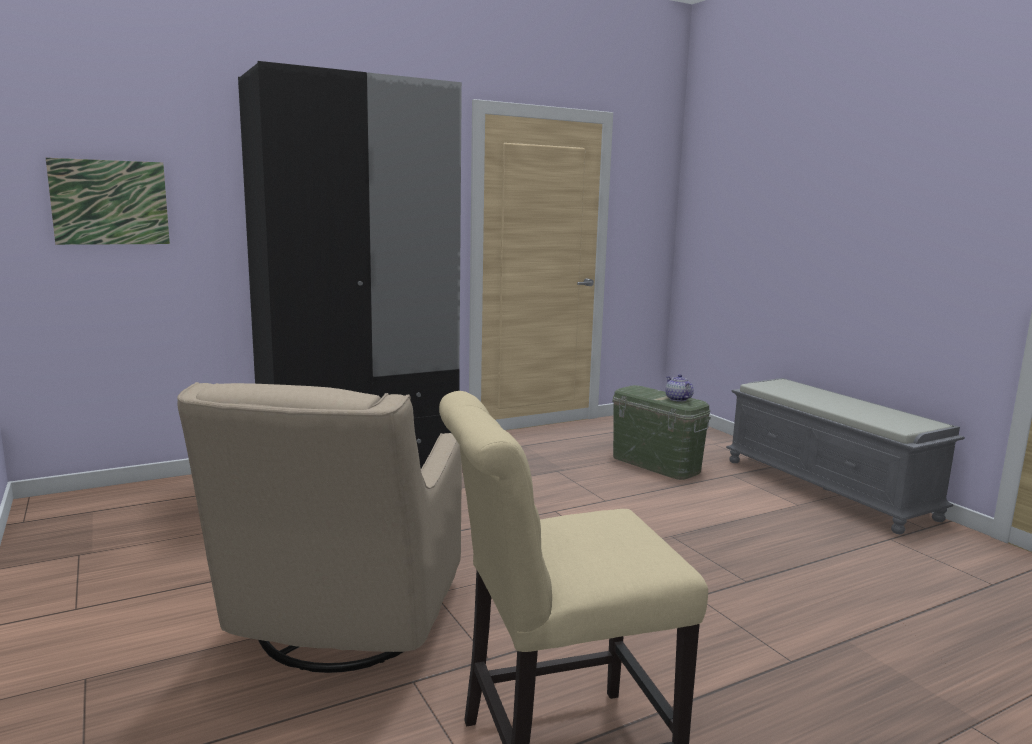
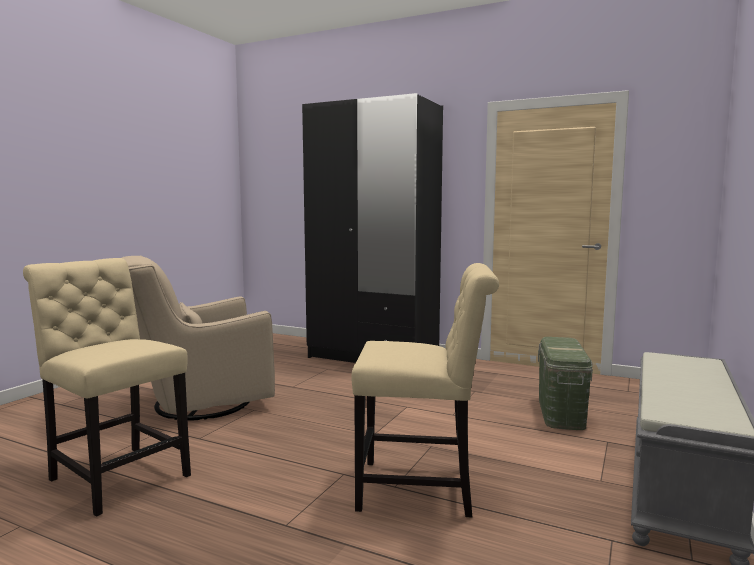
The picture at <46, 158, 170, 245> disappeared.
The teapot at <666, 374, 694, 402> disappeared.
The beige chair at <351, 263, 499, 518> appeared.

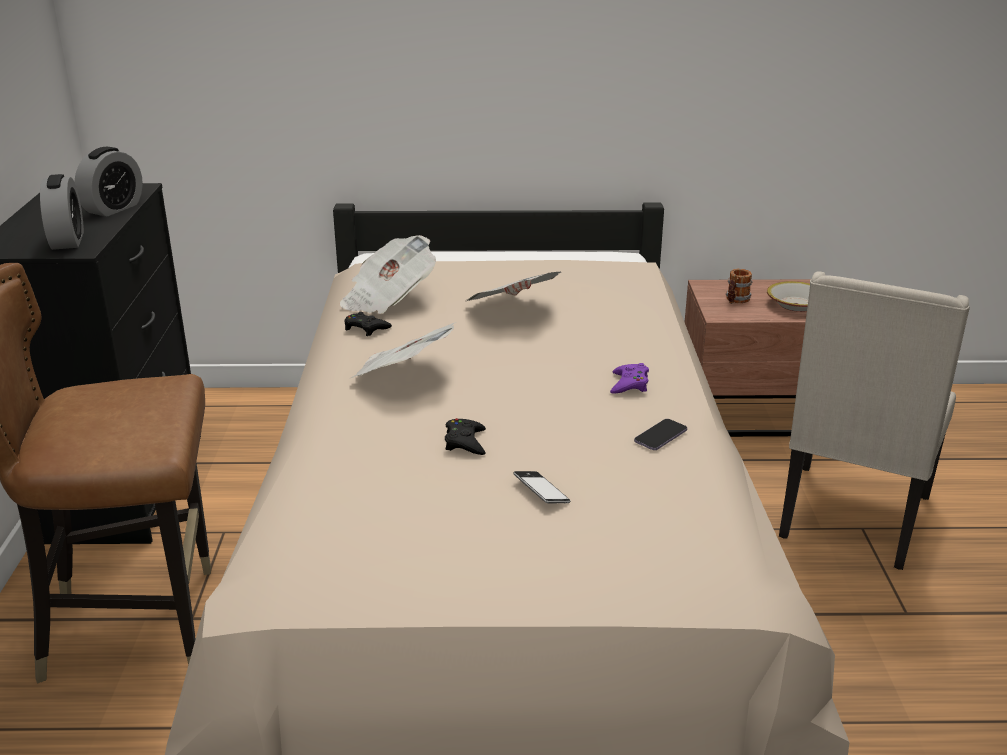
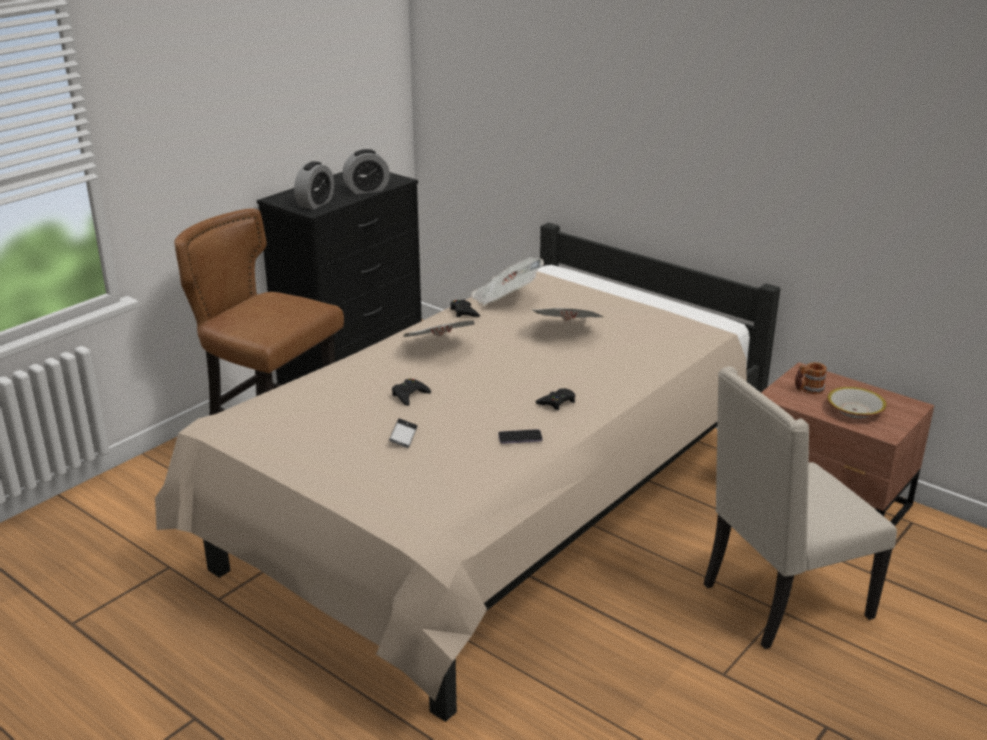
The purple game controller at <610, 363, 649, 394> became the black game controller at <536, 388, 575, 410>.

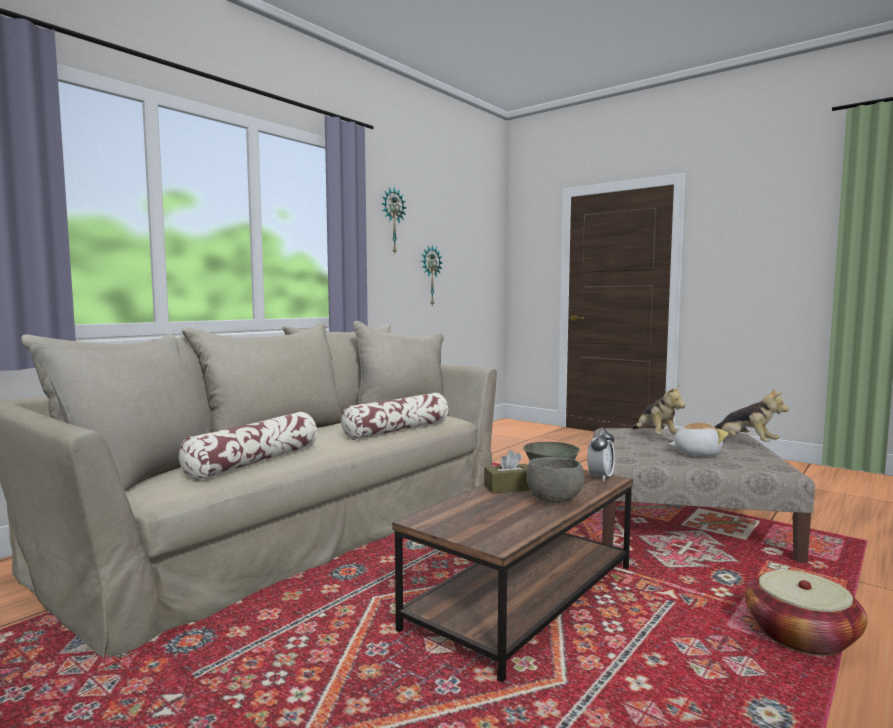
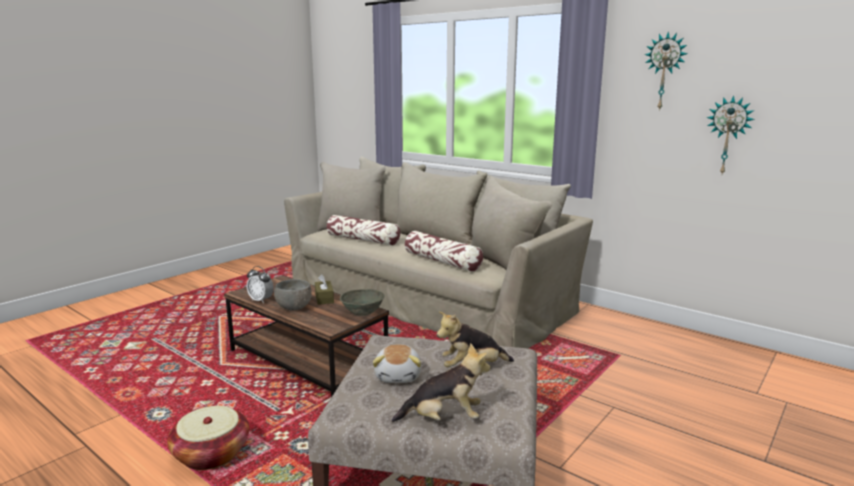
The alarm clock moved from <587, 427, 615, 481> to <247, 266, 274, 303>.
The plush toy at <715, 388, 789, 442> turned 135 degrees counterclockwise.

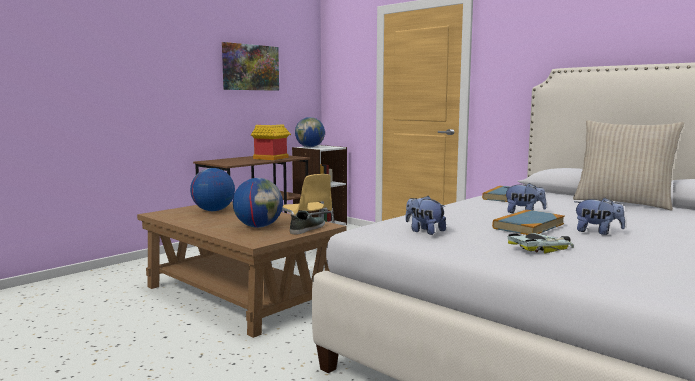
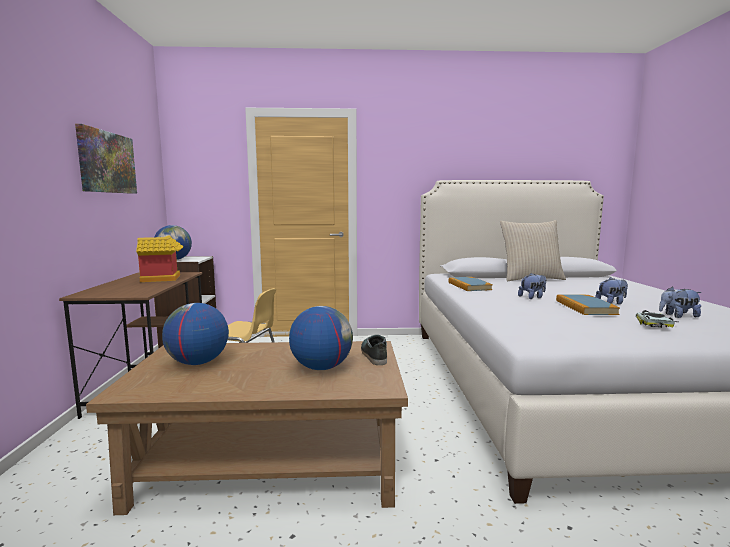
The plush toy moved from <405, 196, 446, 235> to <659, 286, 701, 318>.

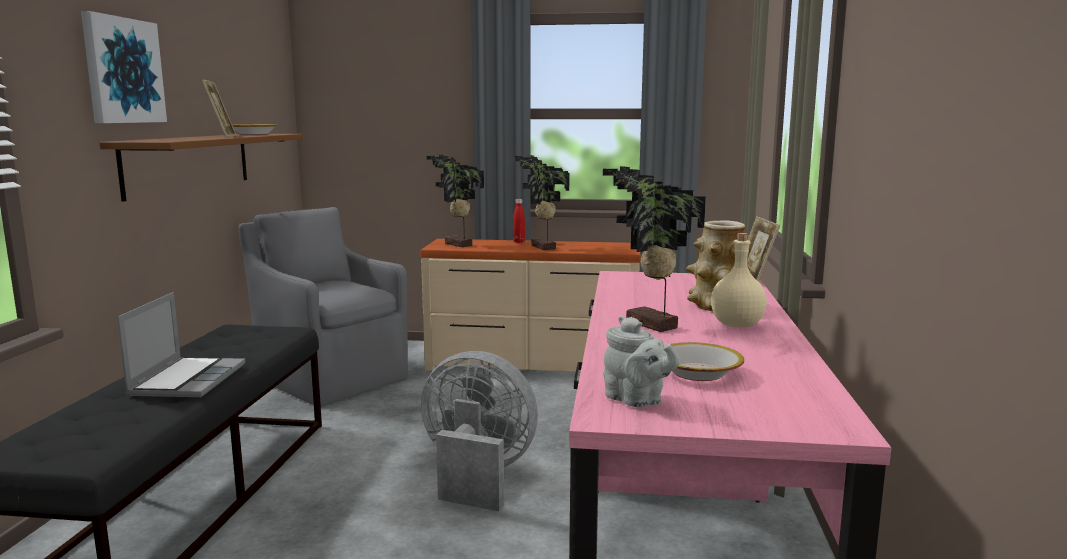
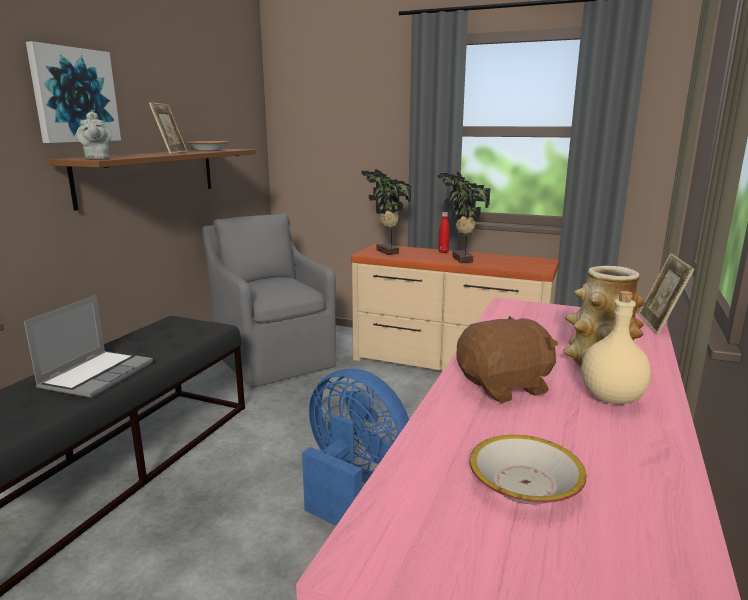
The grey fan at <421, 351, 538, 511> became the blue fan at <302, 368, 409, 526>.
The potted plant at <603, 166, 706, 332> was replaced by the brown plush toy at <456, 316, 558, 403>.
The grey teapot moved from <603, 315, 680, 407> to <76, 112, 112, 159>.

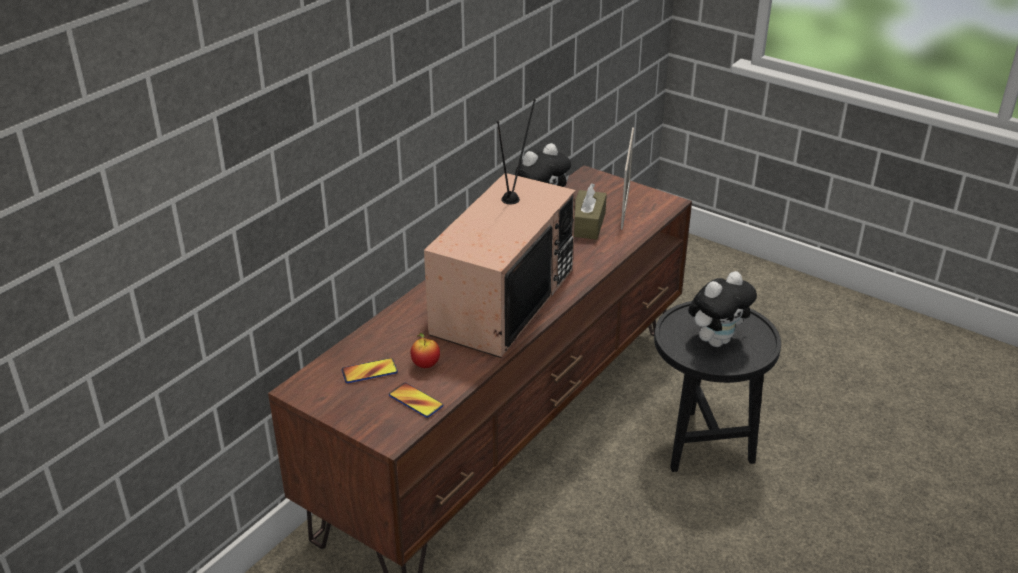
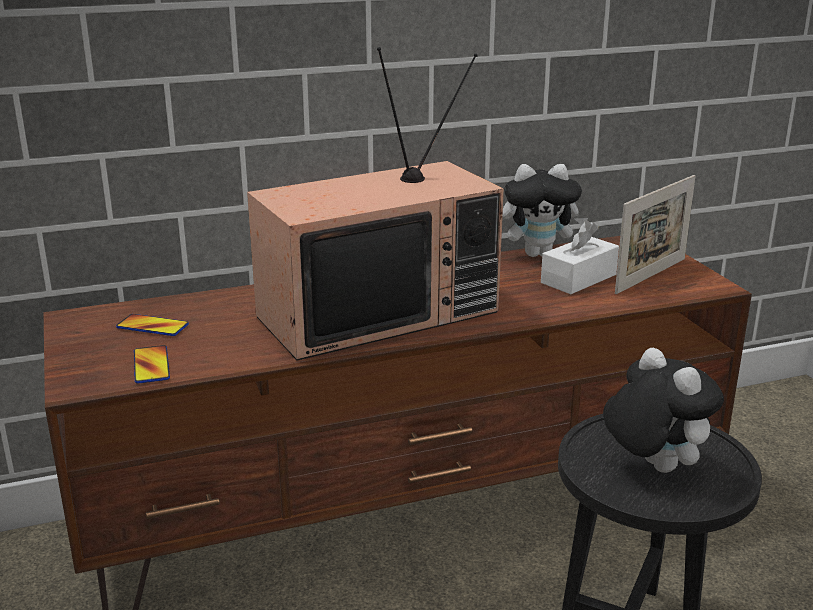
The apple at <410, 333, 440, 368> disappeared.
The brown tissue box at <574, 183, 607, 240> became the white tissue box at <541, 220, 619, 294>.
The plush toy at <688, 271, 757, 347> turned 120 degrees counterclockwise.

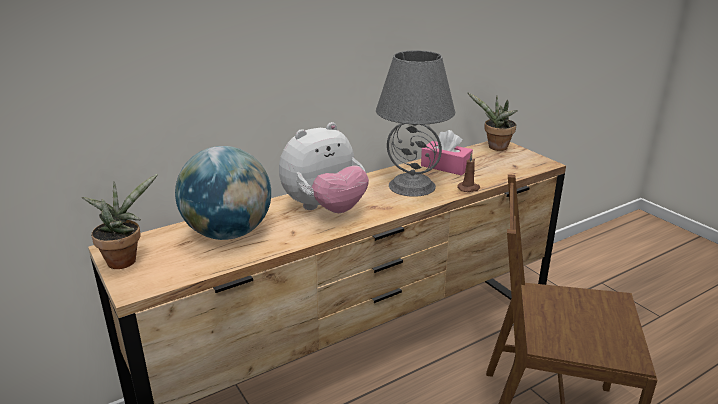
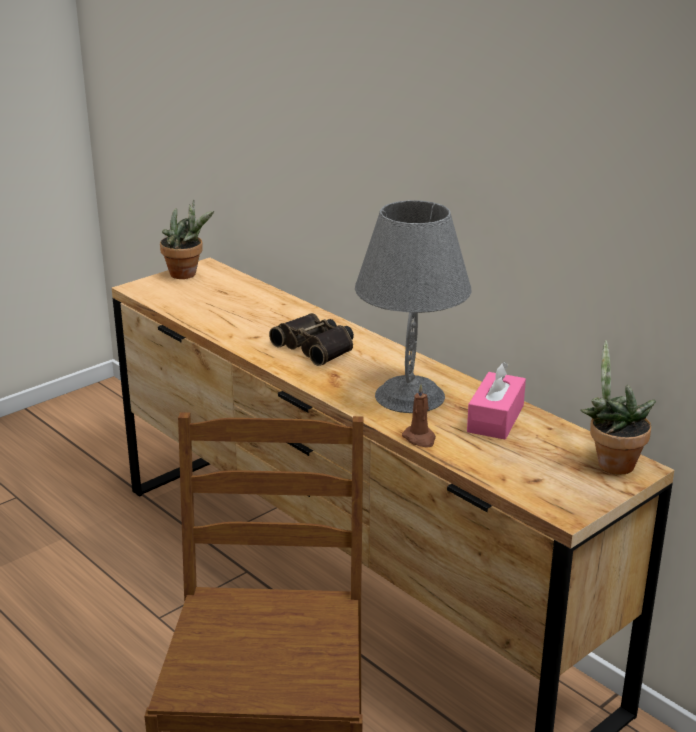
The globe at <175, 146, 271, 240> disappeared.
The plush toy at <279, 122, 369, 213> was replaced by the binoculars at <269, 313, 354, 366>.

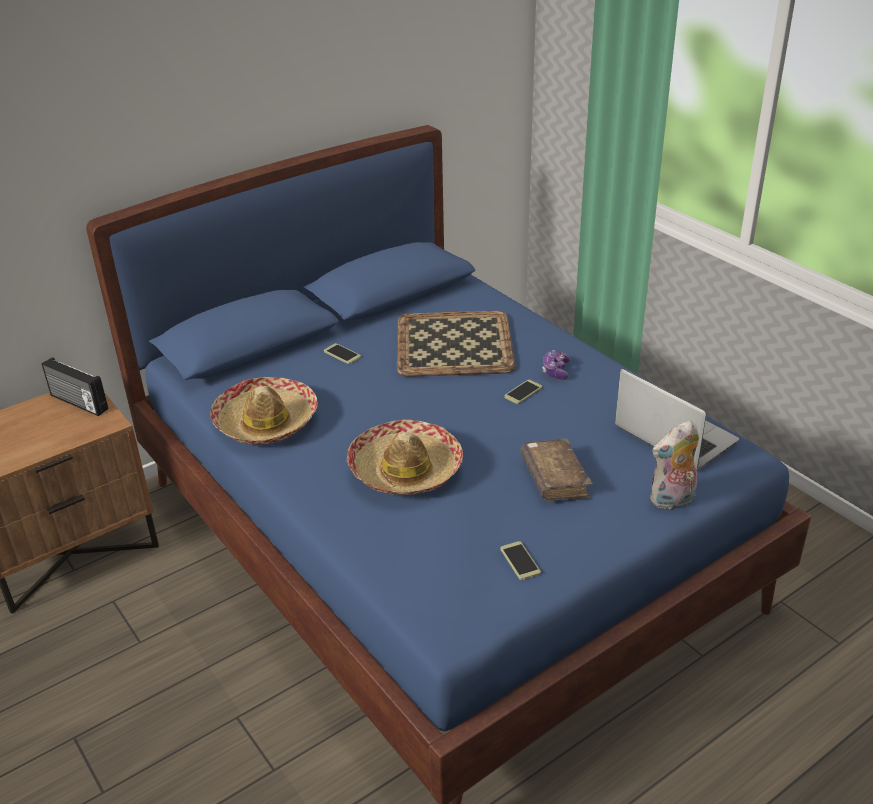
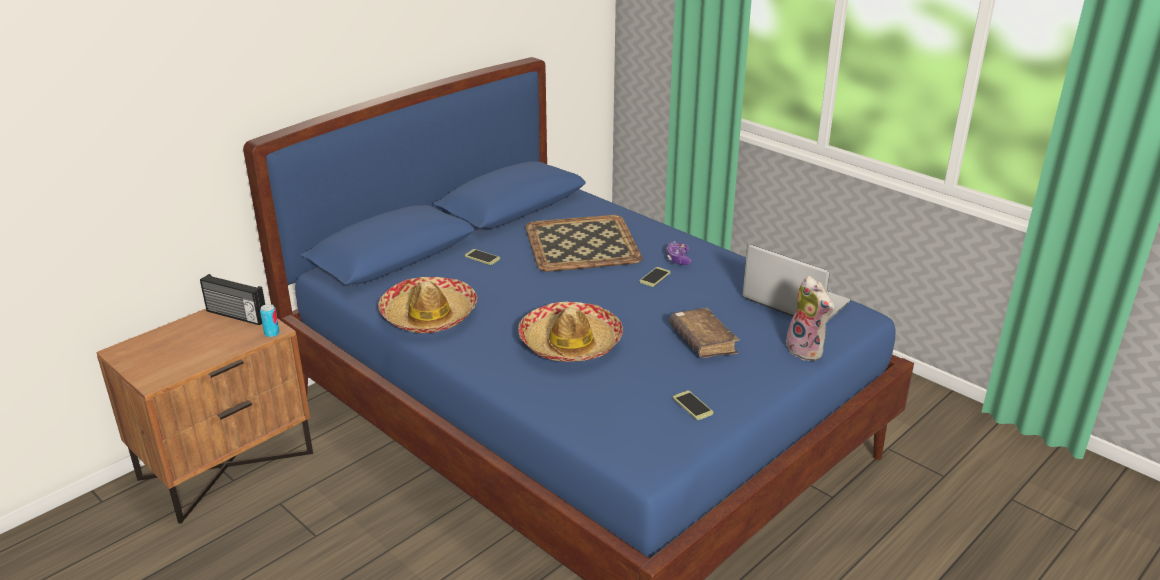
The plush toy at <650, 420, 699, 509> turned 90 degrees counterclockwise.
The can at <260, 304, 280, 337> appeared.

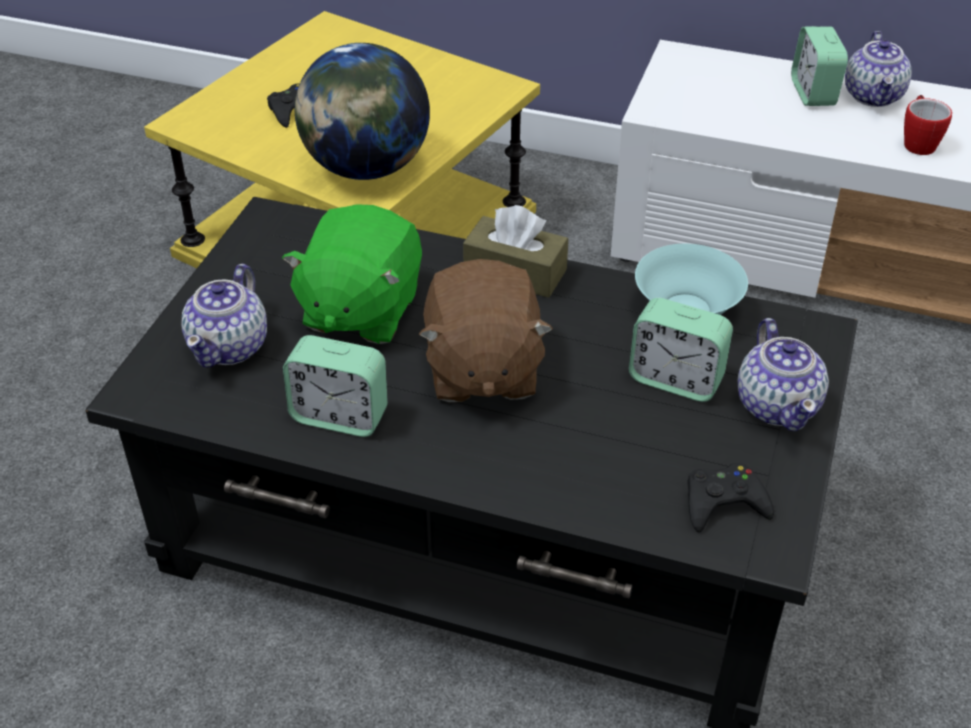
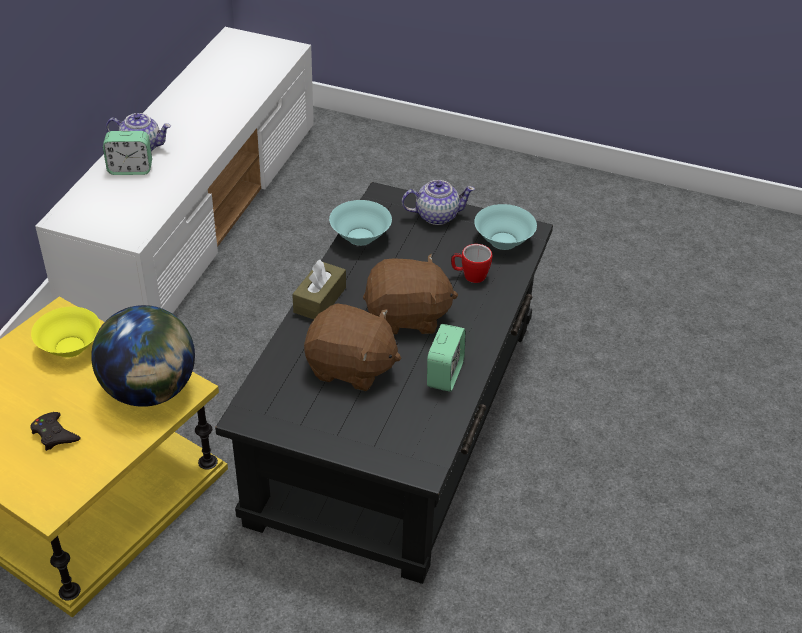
The teapot at <181, 264, 267, 368> disappeared.
The green plush toy at <282, 204, 422, 344> became the brown plush toy at <304, 304, 401, 391>.
The alarm clock at <629, 298, 733, 402> disappeared.
The black game controller at <688, 463, 774, 532> was replaced by the turquoise bowl at <474, 204, 537, 250>.
The mug moved from <904, 95, 952, 155> to <451, 244, 492, 283>.
The yellow bowl at <31, 307, 100, 358> appeared.

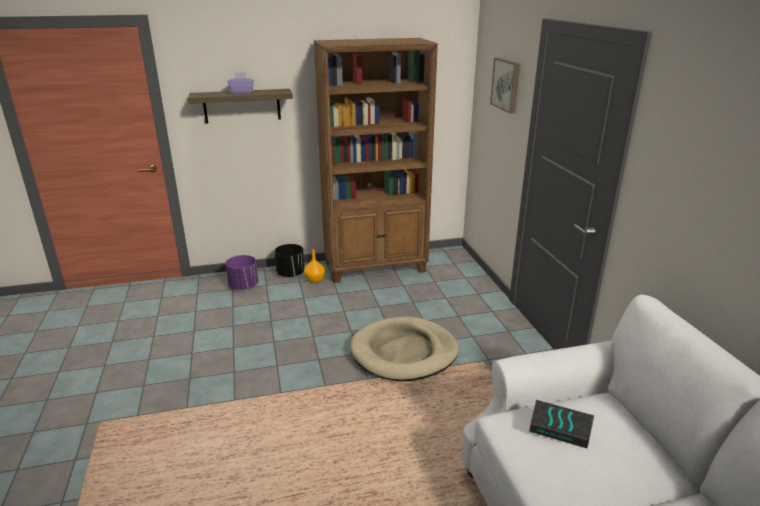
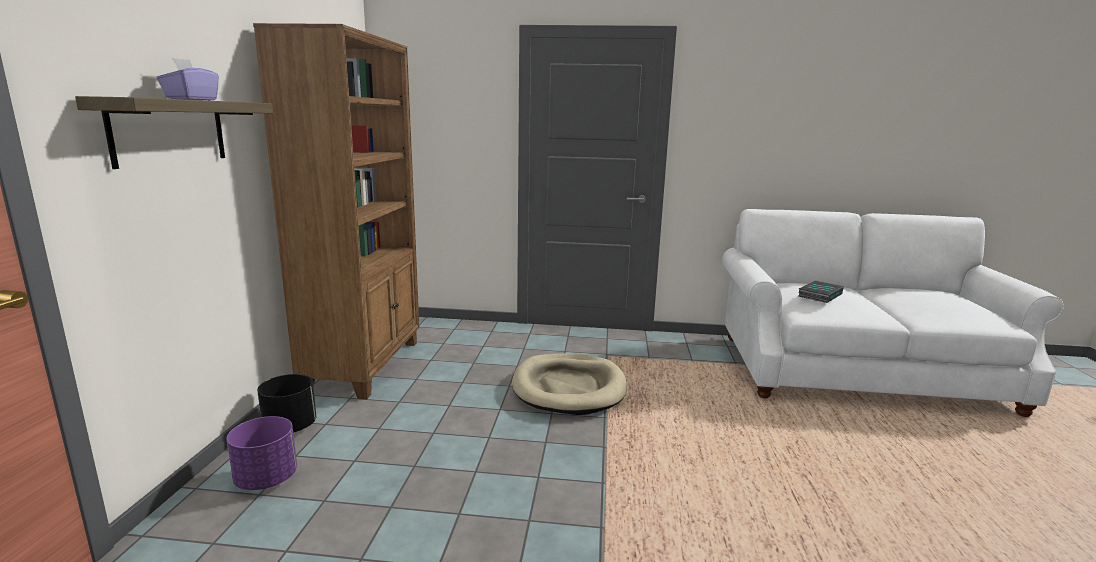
The orange vase at <304, 249, 325, 283> disappeared.
The picture at <490, 58, 520, 113> disappeared.

